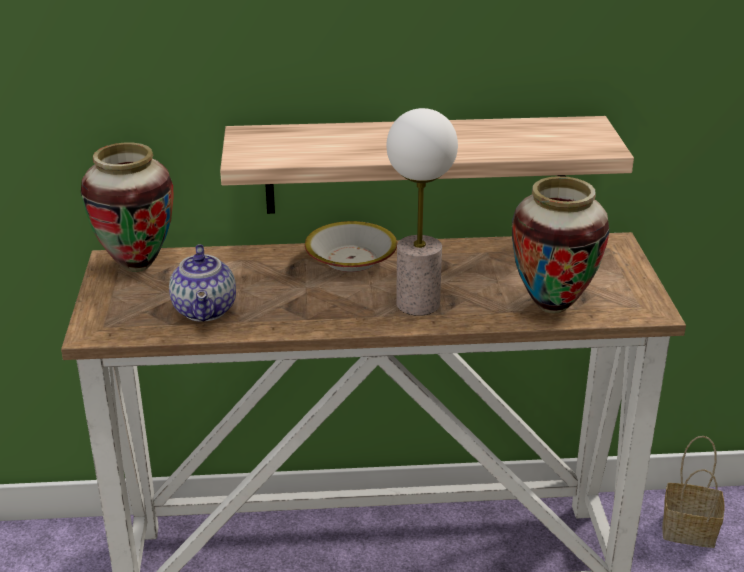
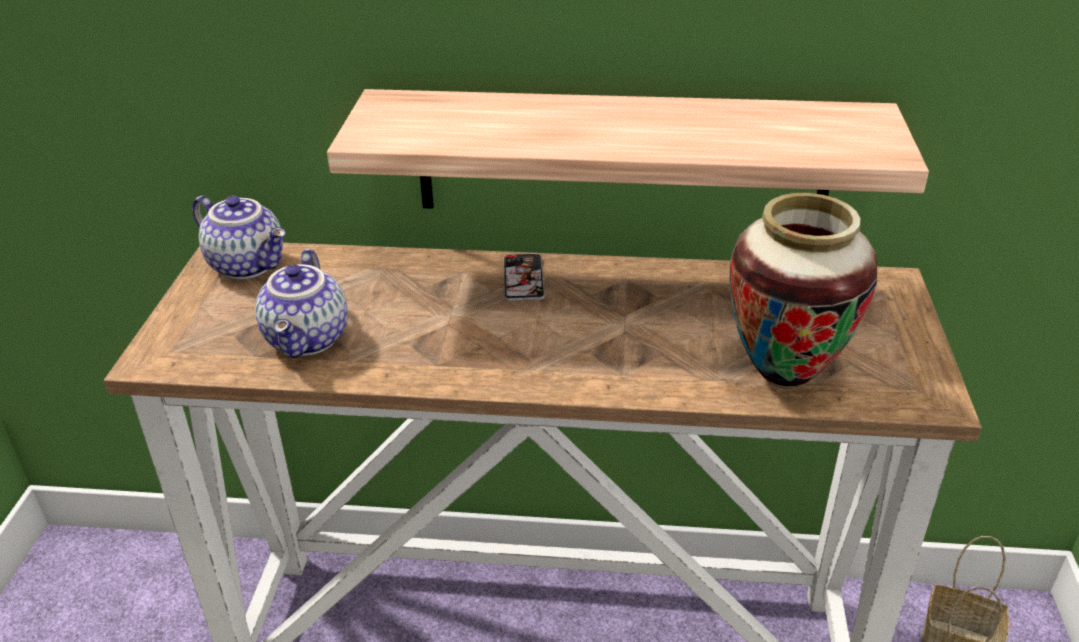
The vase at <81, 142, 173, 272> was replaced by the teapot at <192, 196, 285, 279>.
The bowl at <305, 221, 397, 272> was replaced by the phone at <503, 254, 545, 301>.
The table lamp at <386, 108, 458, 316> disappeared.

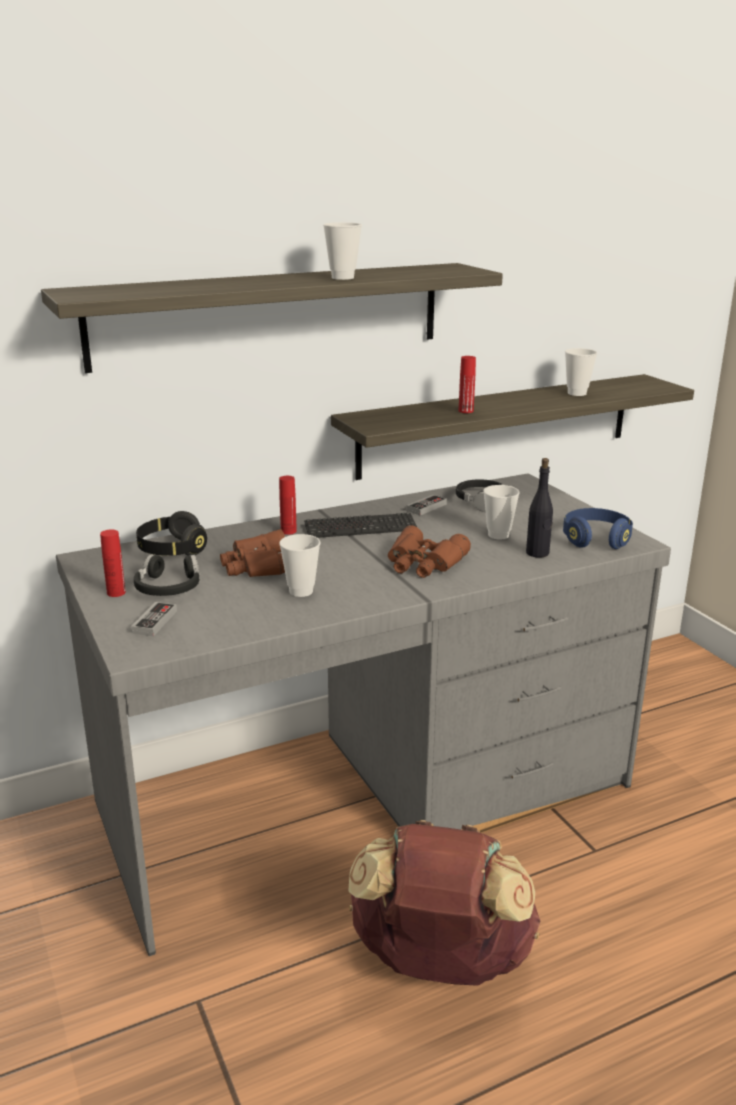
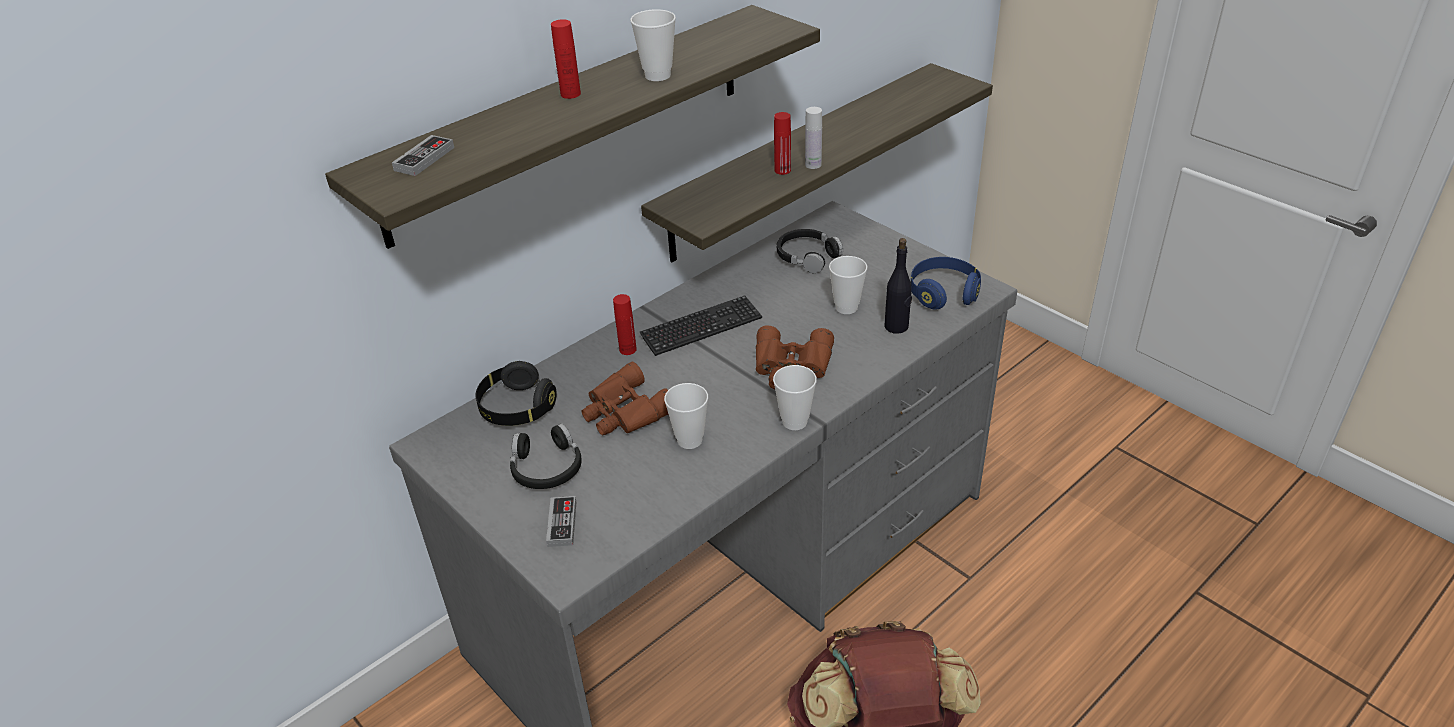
The red bottle moved from <100, 530, 126, 597> to <551, 19, 581, 99>.
The game controller moved from <406, 495, 447, 515> to <392, 135, 454, 176>.
The cup moved from <565, 348, 597, 396> to <773, 365, 817, 430>.
The white bottle at <805, 107, 822, 169> appeared.

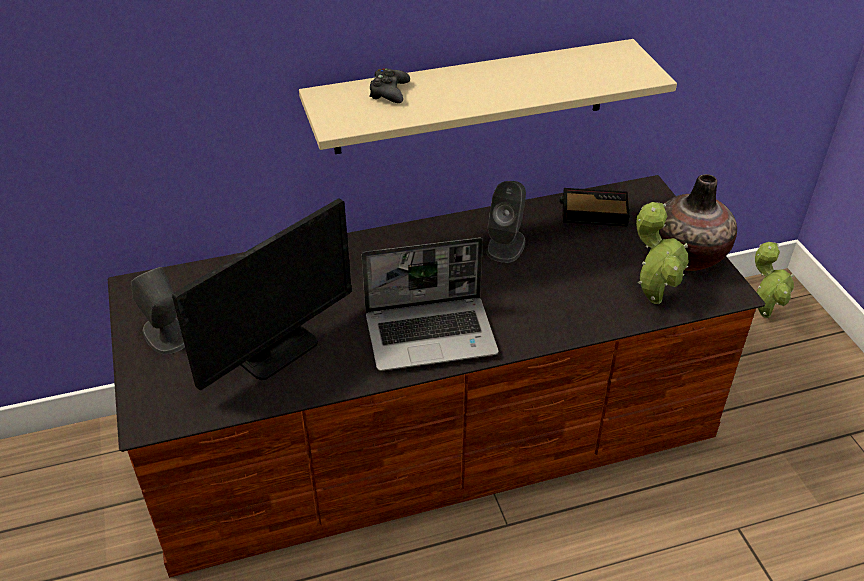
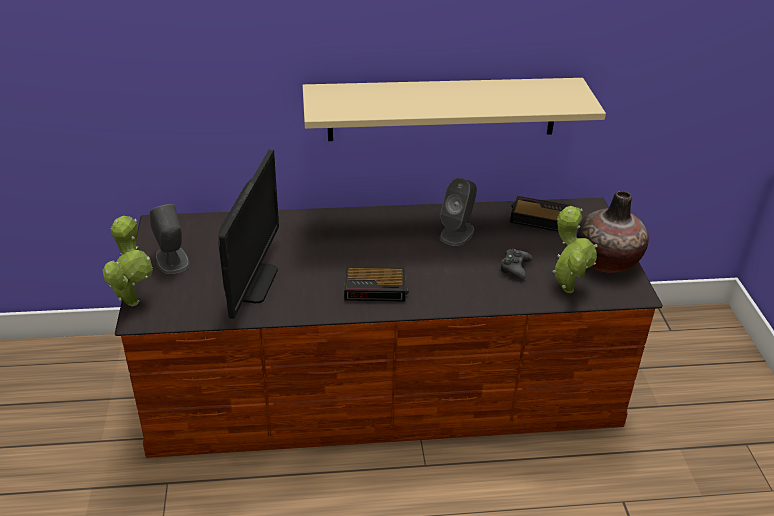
The monitor at <172, 198, 352, 390> turned 45 degrees counterclockwise.
The laptop at <362, 237, 499, 371> was replaced by the alarm clock at <344, 267, 409, 302>.
The black game controller moved from <369, 68, 410, 103> to <499, 249, 533, 279>.
The potted plant moved from <755, 242, 794, 318> to <103, 216, 153, 307>.

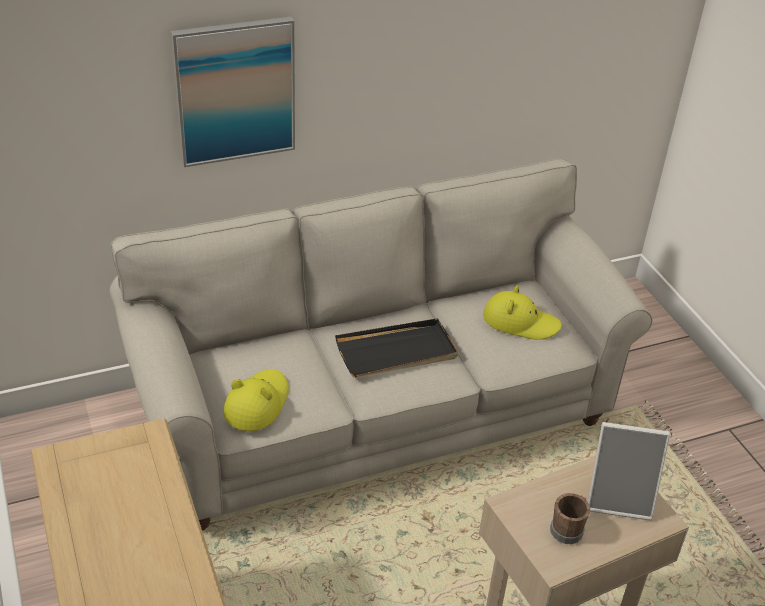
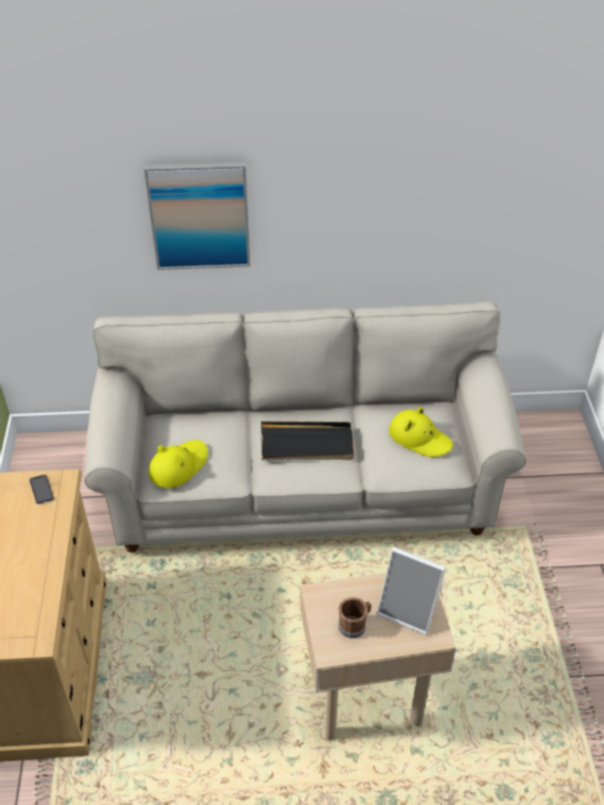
The phone at <29, 475, 54, 504> appeared.

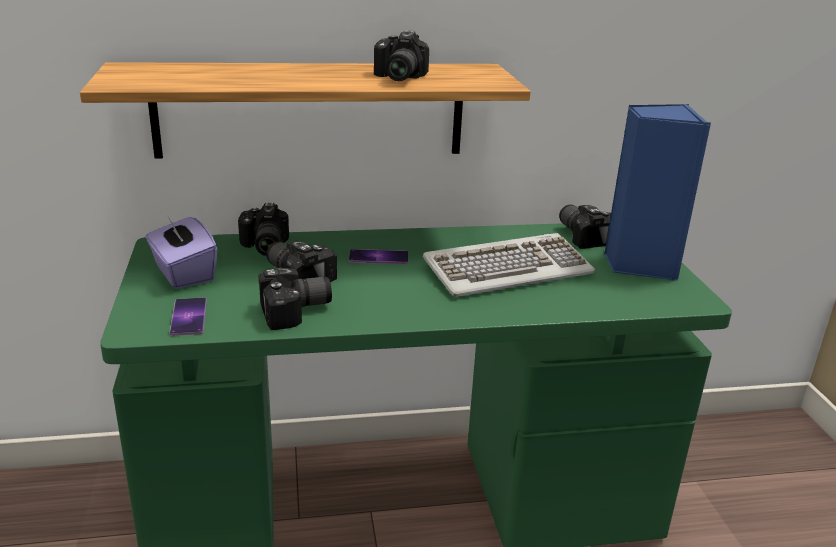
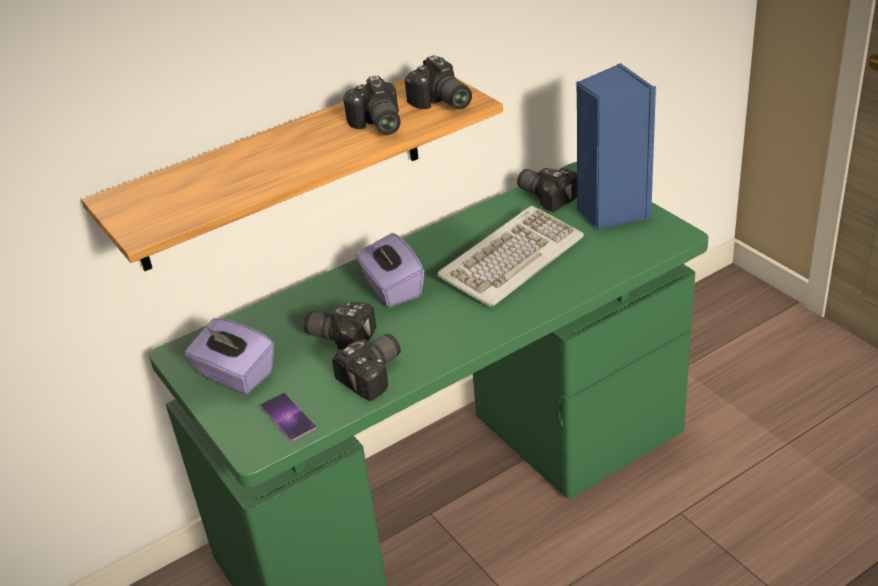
The photo camera moved from <238, 203, 289, 256> to <405, 55, 472, 109>.
The phone at <349, 249, 408, 264> was replaced by the purple tissue box at <355, 233, 424, 307>.

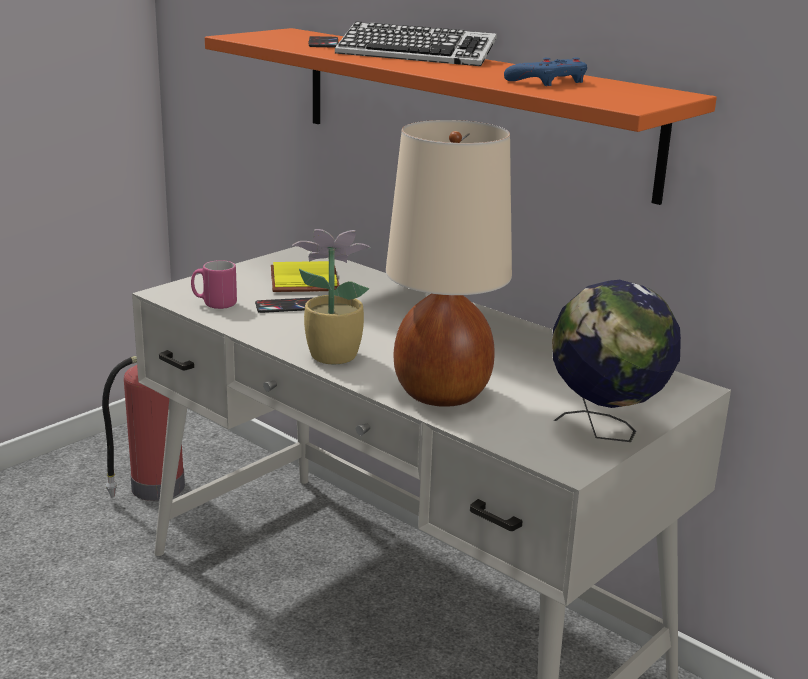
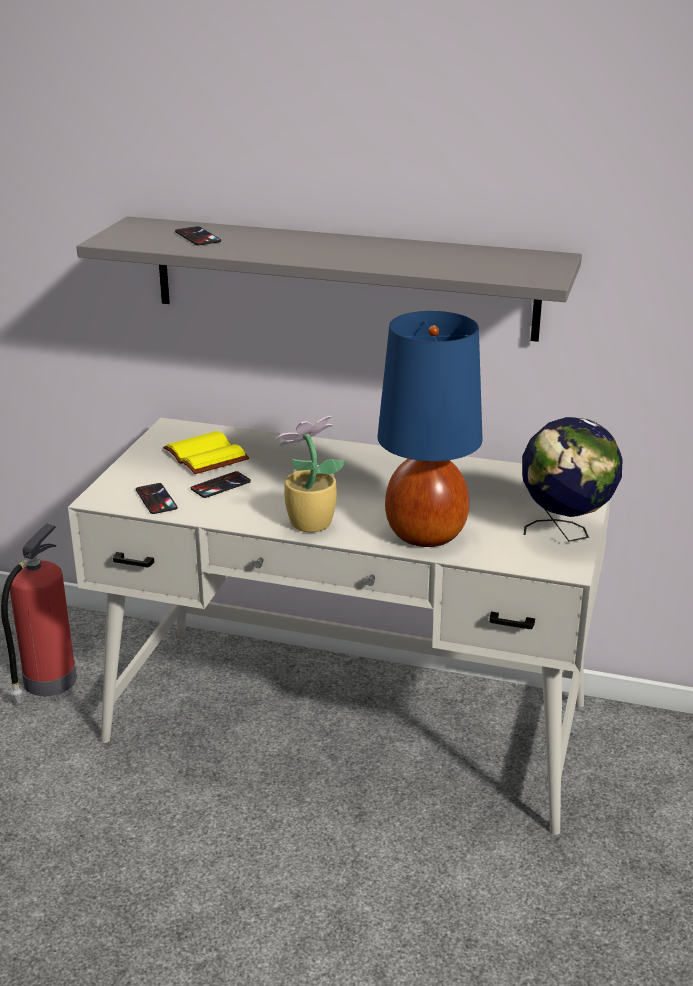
The pink mug at <191, 260, 237, 309> was replaced by the phone at <136, 483, 178, 514>.
The orange shelf at <205, 28, 717, 205> became the grey shelf at <76, 216, 582, 342>.
The keyboard at <335, 21, 497, 66> disappeared.
The beige table lamp at <386, 120, 512, 407> became the blue table lamp at <378, 311, 483, 547>.
The blue game controller at <504, 58, 587, 86> disappeared.

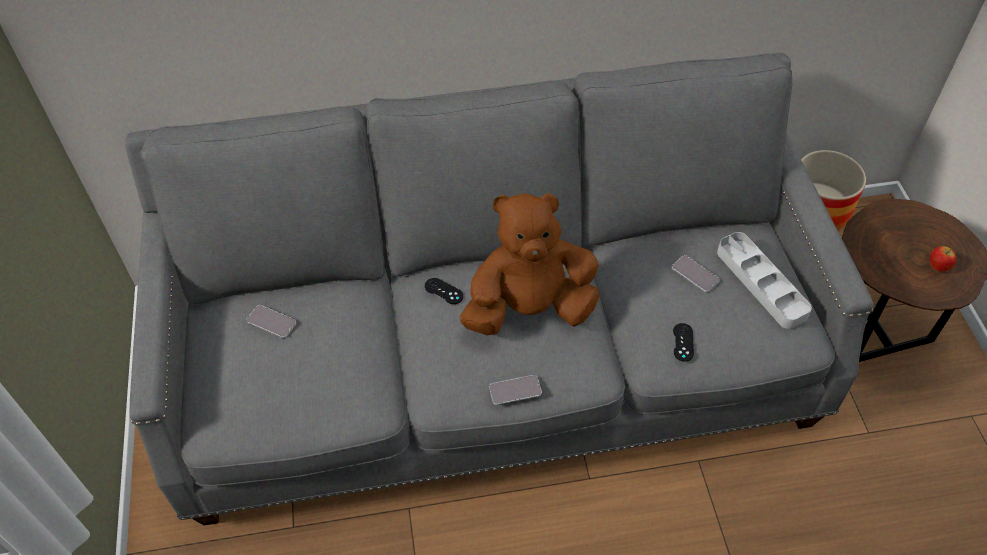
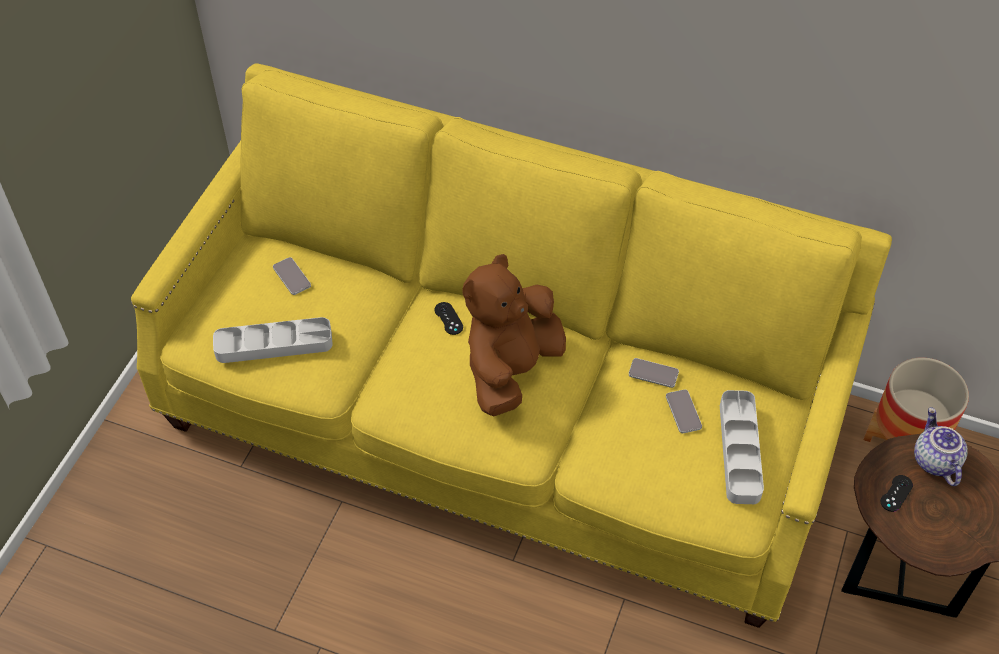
The grey sofa at <124, 53, 874, 525> became the yellow sofa at <131, 64, 892, 628>.
The brown plush toy at <460, 193, 599, 336> turned 75 degrees counterclockwise.
The phone moved from <489, 375, 542, 405> to <629, 358, 679, 388>.
The black game controller moved from <673, 323, 694, 362> to <880, 475, 913, 512>.
The apple at <930, 246, 956, 272> disappeared.
The grey tray at <213, 317, 333, 363> appeared.
The teapot at <914, 407, 968, 486> appeared.

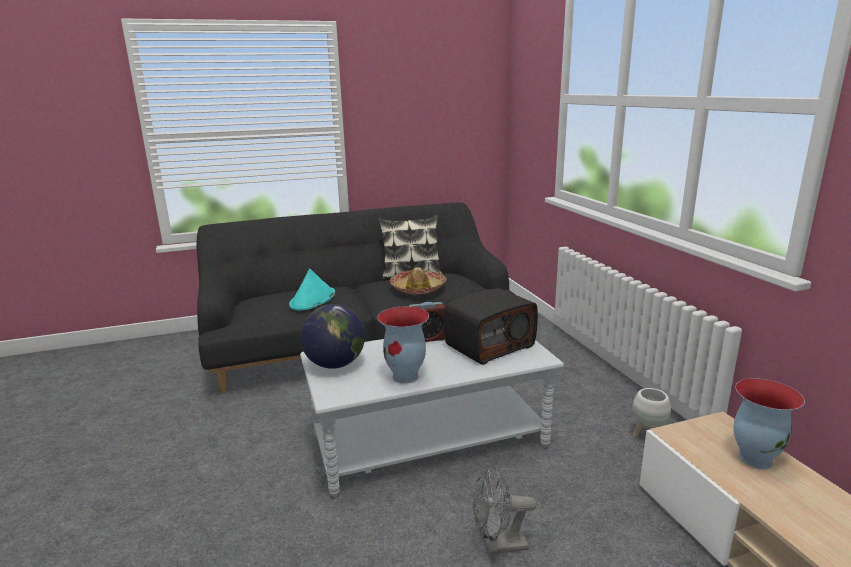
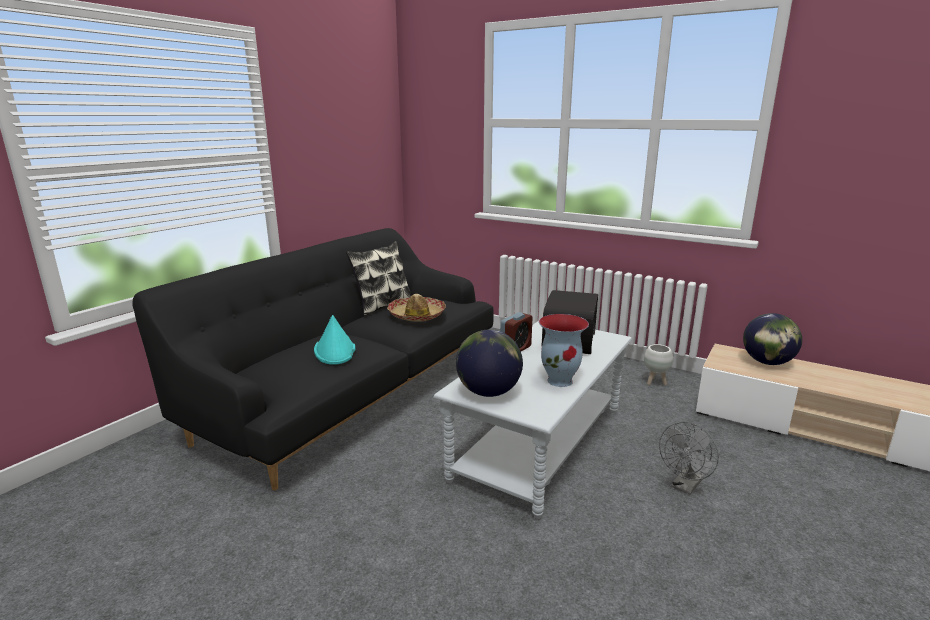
The vase at <734, 378, 805, 469> was replaced by the globe at <743, 313, 802, 365>.

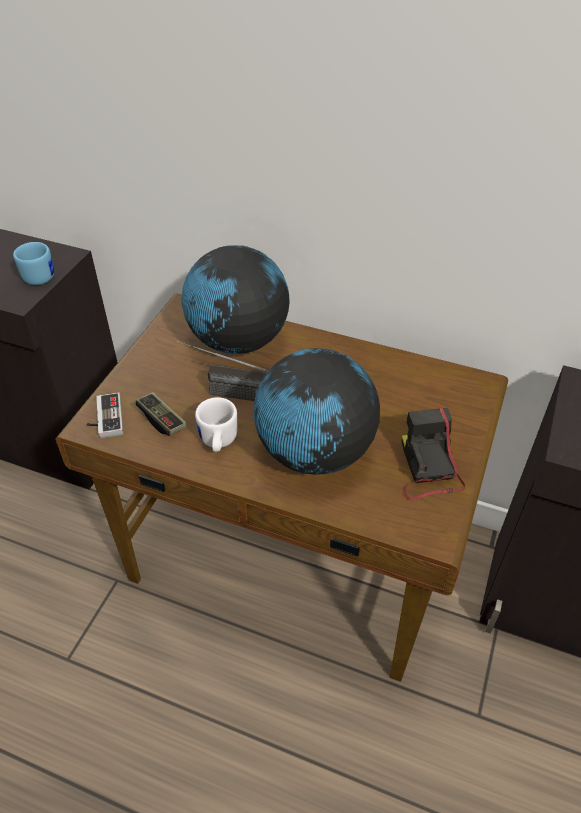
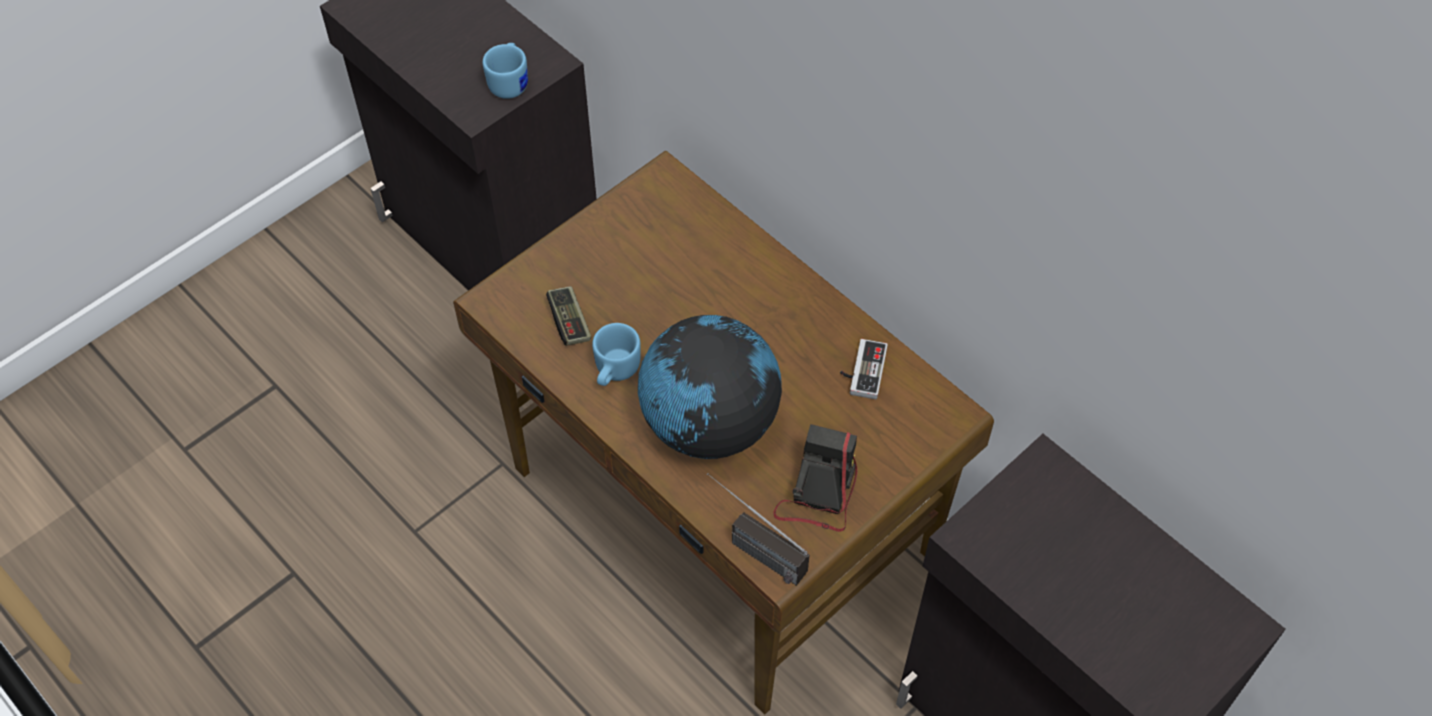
The game controller moved from <87, 392, 123, 438> to <840, 339, 888, 399>.
The radio moved from <177, 341, 269, 401> to <707, 473, 810, 586>.
The globe at <182, 245, 290, 354> disappeared.
The white mug at <195, 397, 237, 452> became the blue mug at <592, 323, 641, 386>.

